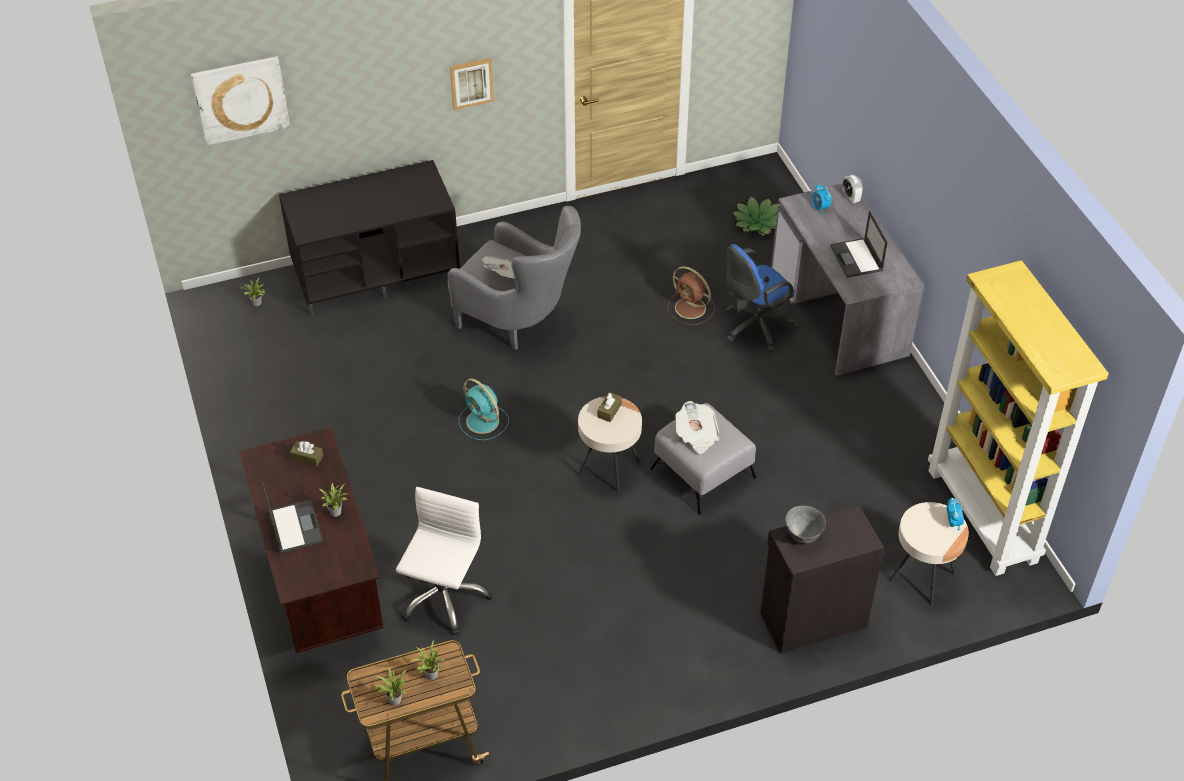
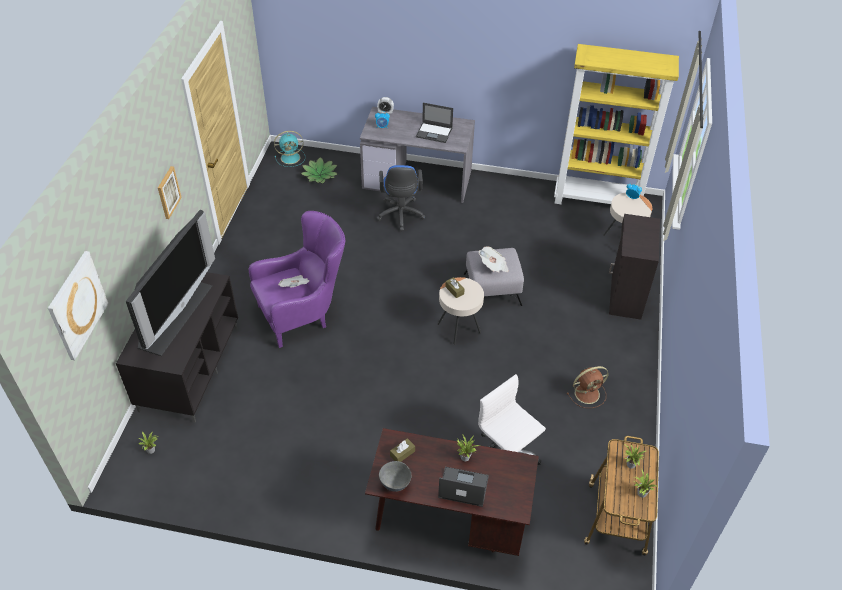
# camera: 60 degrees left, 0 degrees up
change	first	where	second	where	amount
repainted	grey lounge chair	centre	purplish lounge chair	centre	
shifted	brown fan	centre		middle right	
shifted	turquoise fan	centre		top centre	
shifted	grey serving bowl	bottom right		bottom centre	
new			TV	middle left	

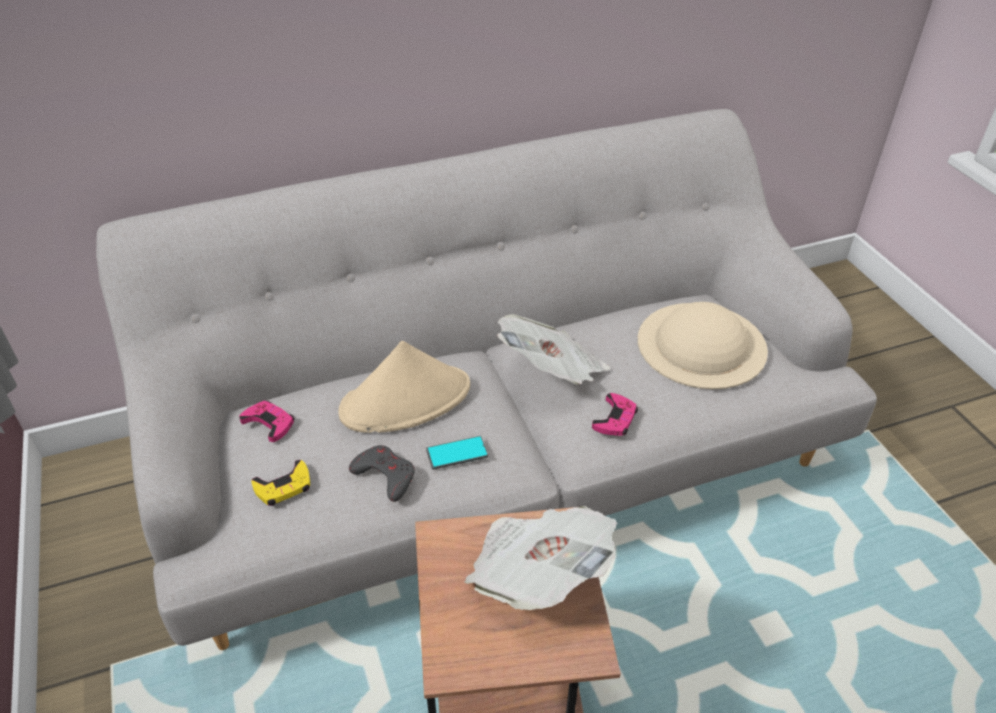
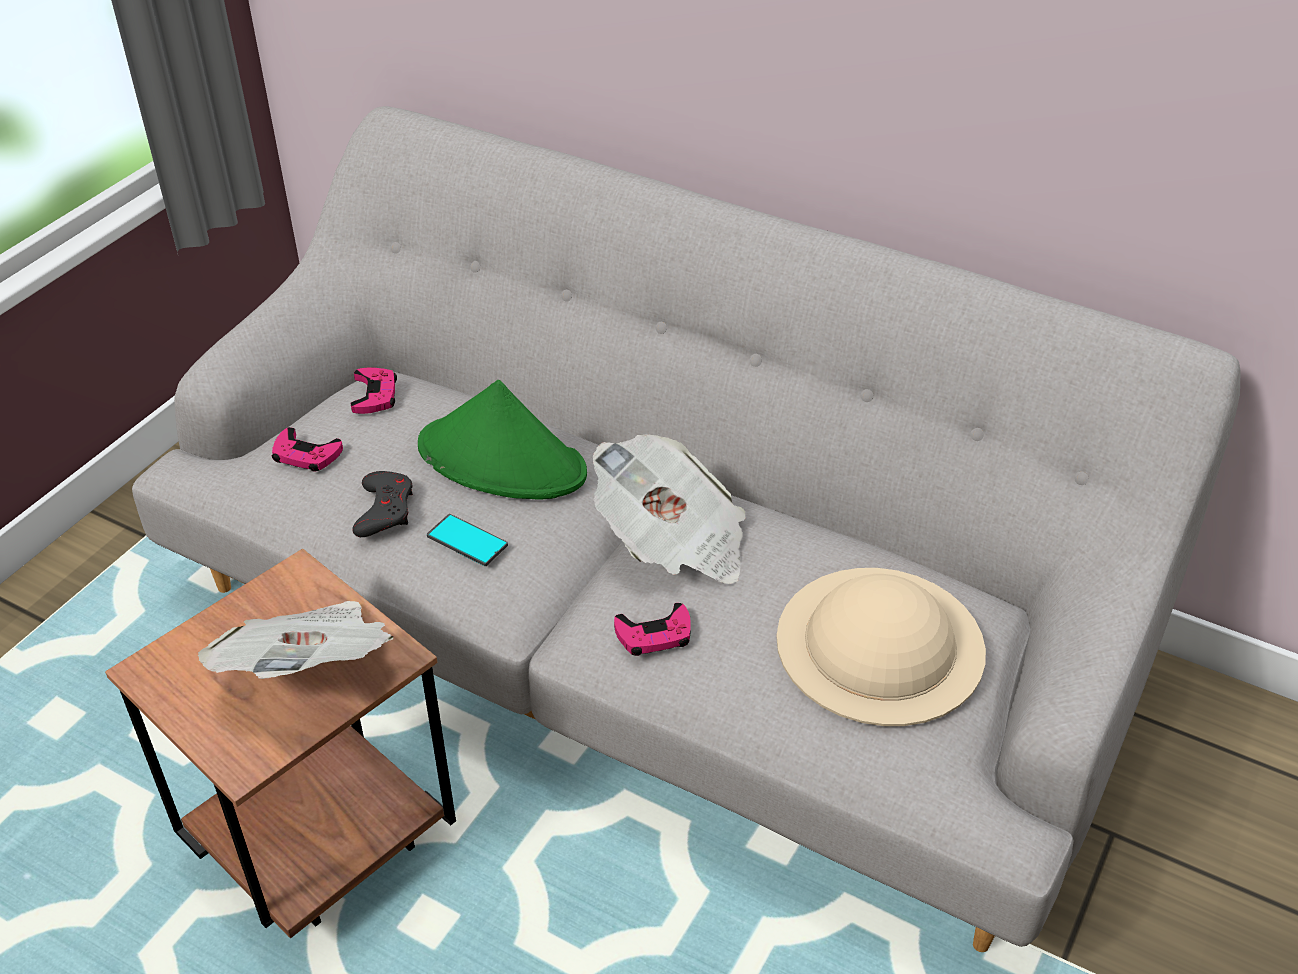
# camera: 50 degrees right, 0 degrees up
change	first	where	second	where	amount
repainted	beige-coloured clothing hat (no. 1 from left)	centre	green clothing hat	centre	
repainted	yellow-coloured gamepad	bottom left	pink-coloured gamepad (no. 1 from left)	middle left	

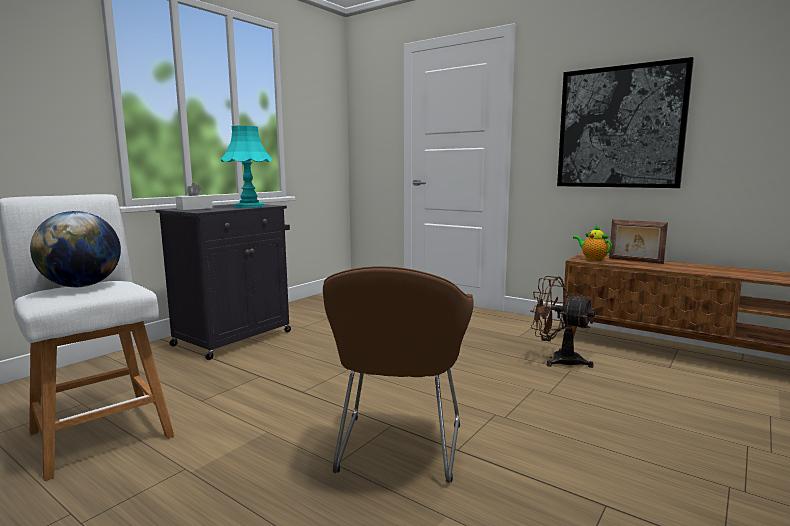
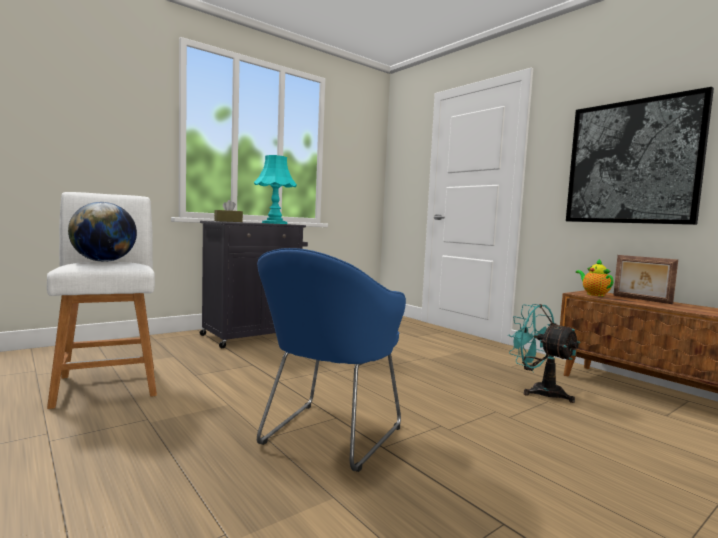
# camera: 15 degrees right, 5 degrees down
change	first	where	second	where	amount
repainted	whitish box of tissues	middle left	brown box of tissues	middle left	
repainted	brown lounge chair	bottom centre	blue-coloured lounge chair	bottom centre	
repainted	brown fan	middle right	turquoise fan	middle right	

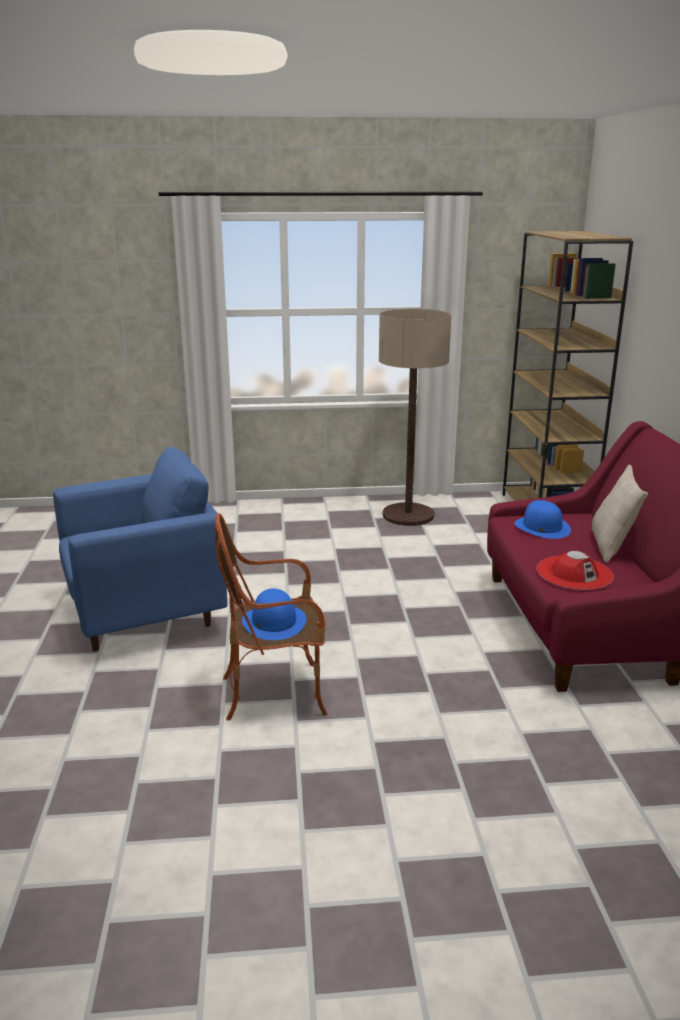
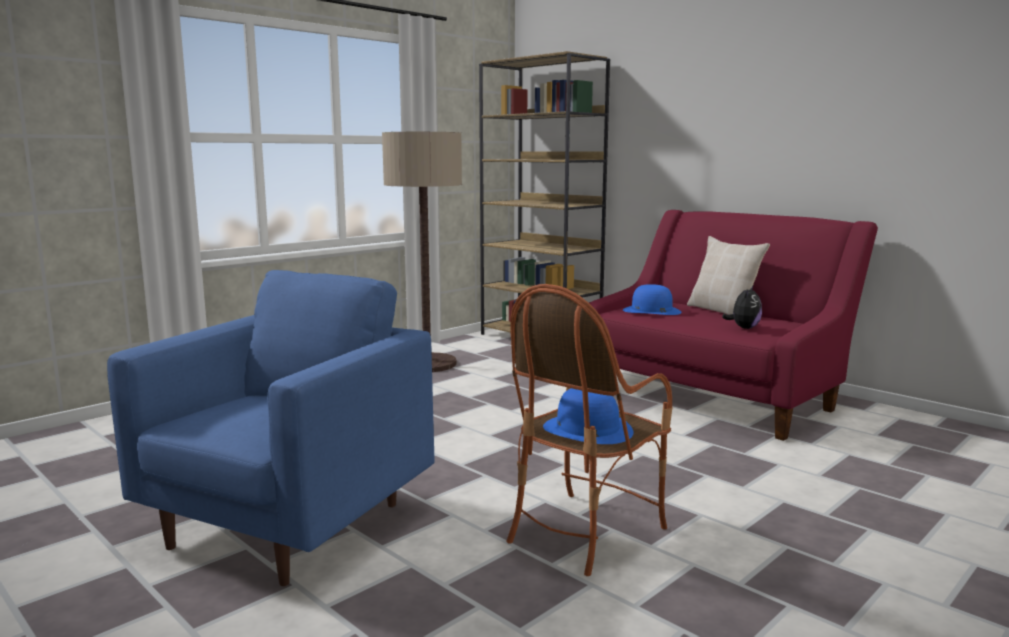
# camera: 40 degrees left, 10 degrees down
change	first	where	second	where	amount
swapped	reddish clothing hat	middle right	plush toy	middle right	

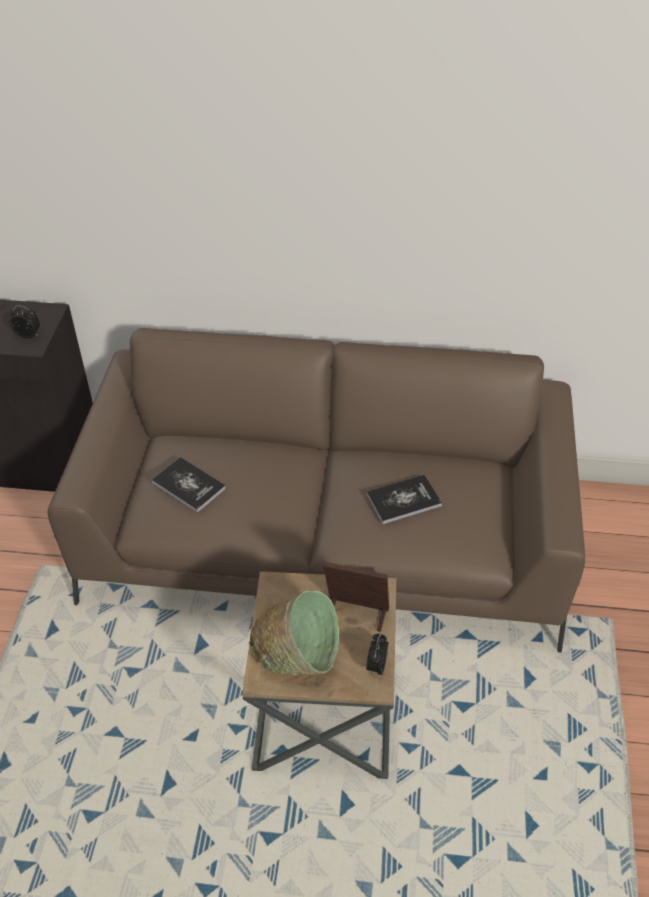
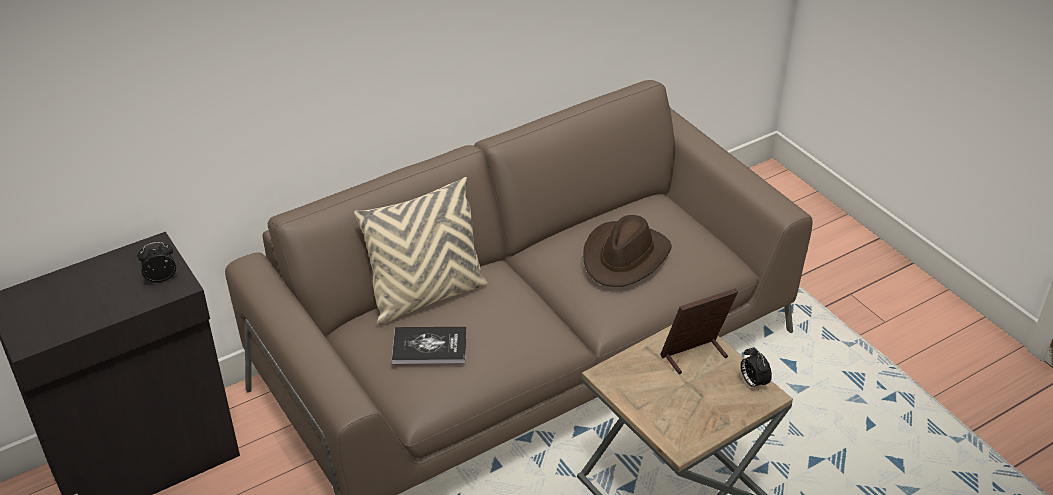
# camera: 40 degrees left, 5 degrees down
change	first	where	second	where	amount
swapped	bound book (no. 2 from left)	centre	brown clothing hat	centre	
gone	green serving bowl	bottom centre			
new			beige-coloured throw pillow	centre	

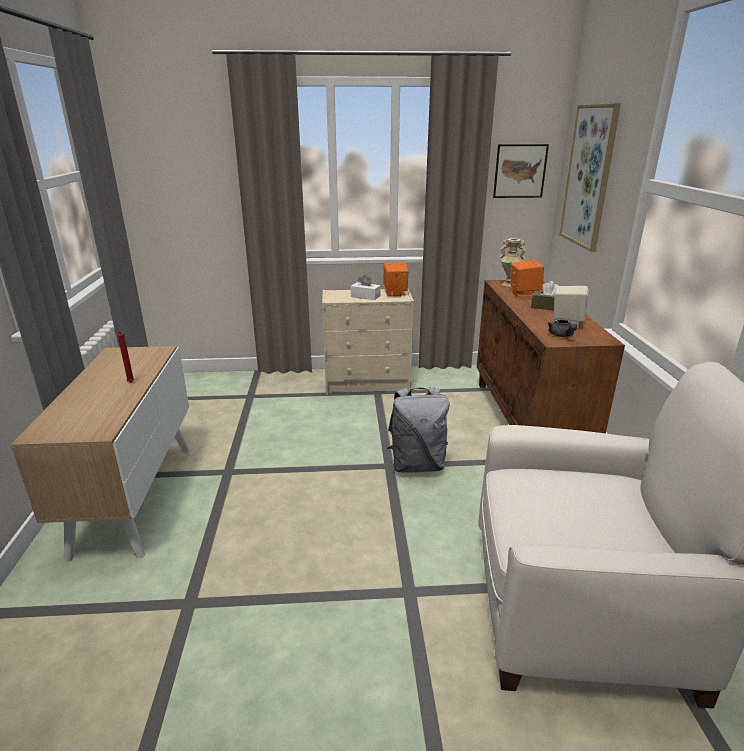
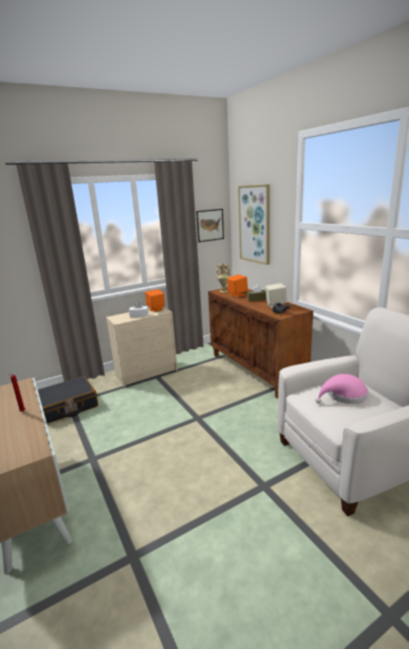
# camera: 25 degrees left, 5 degrees down
change	first	where	second	where	amount
gone	grey knapsack	centre			
new			pink-coloured clothing hat	middle right	
new			black piece of luggage	middle left	

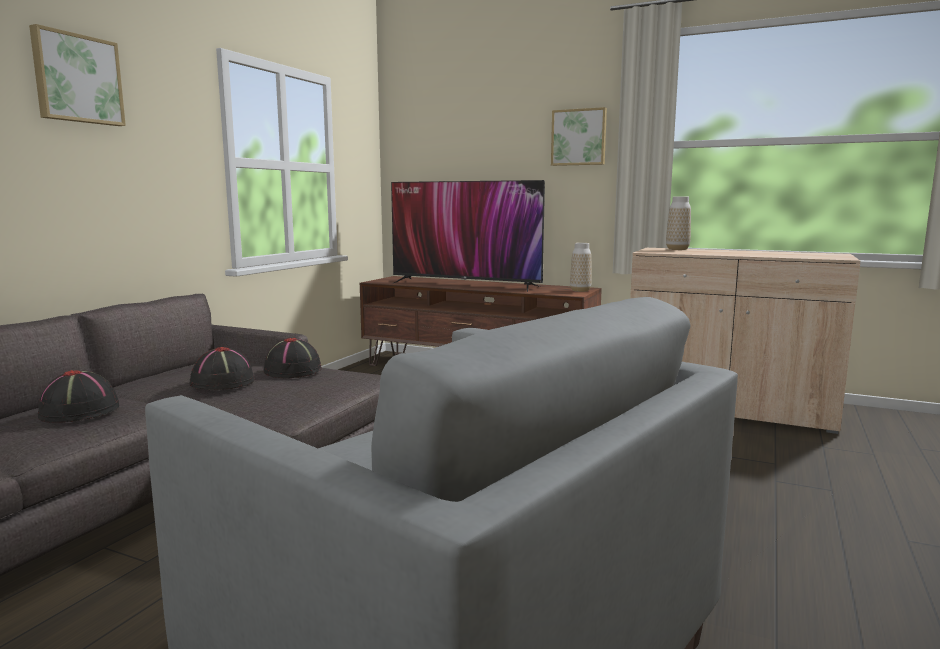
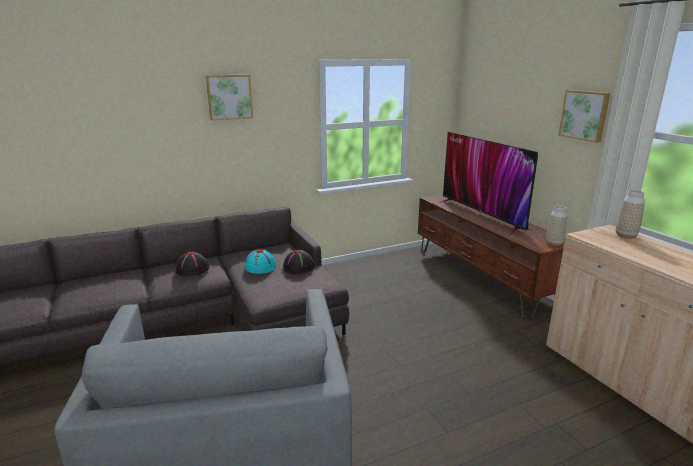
# camera: 40 degrees right, 10 degrees up
change	first	where	second	where	amount
repainted	black clothing hat (no. 2 from left)	middle left	turquoise clothing hat	centre	

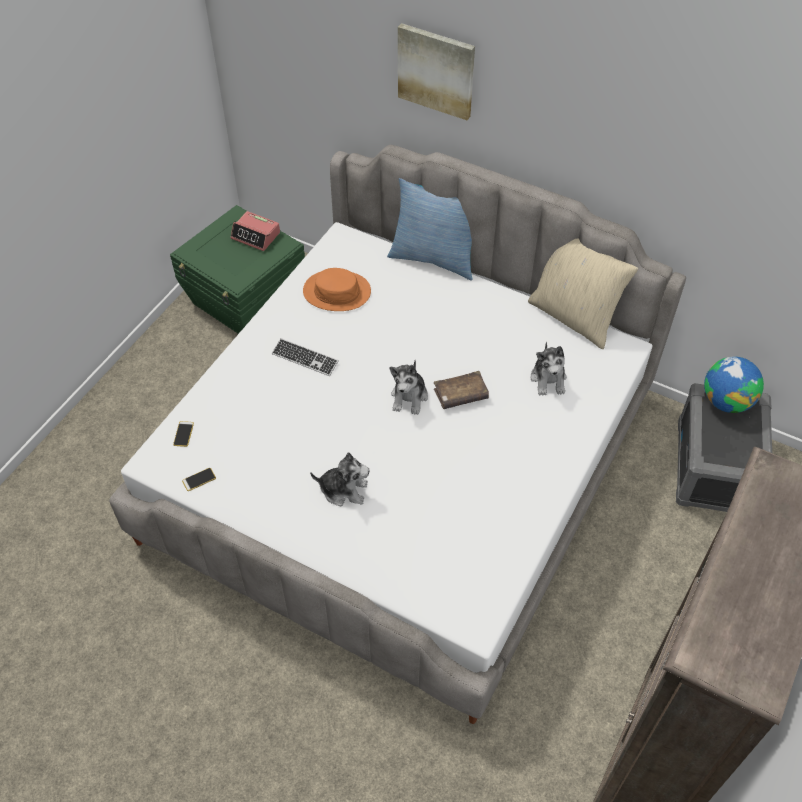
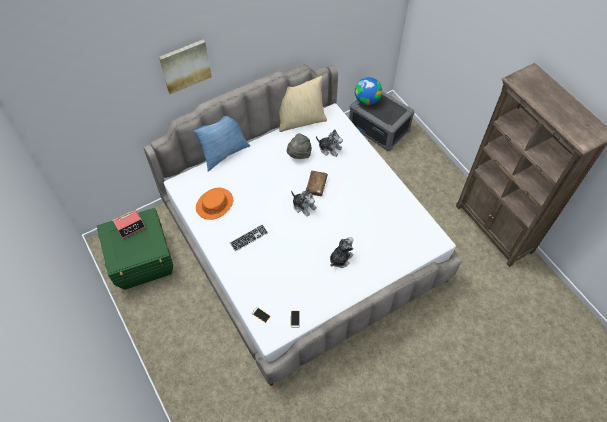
# camera: 60 degrees left, 5 degrees up
change	first	where	second	where	amount
new			grey clothing hat	centre	

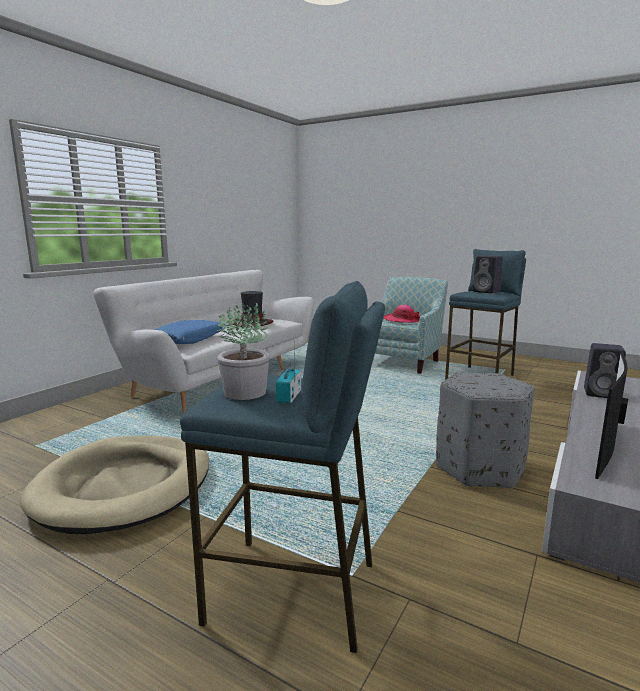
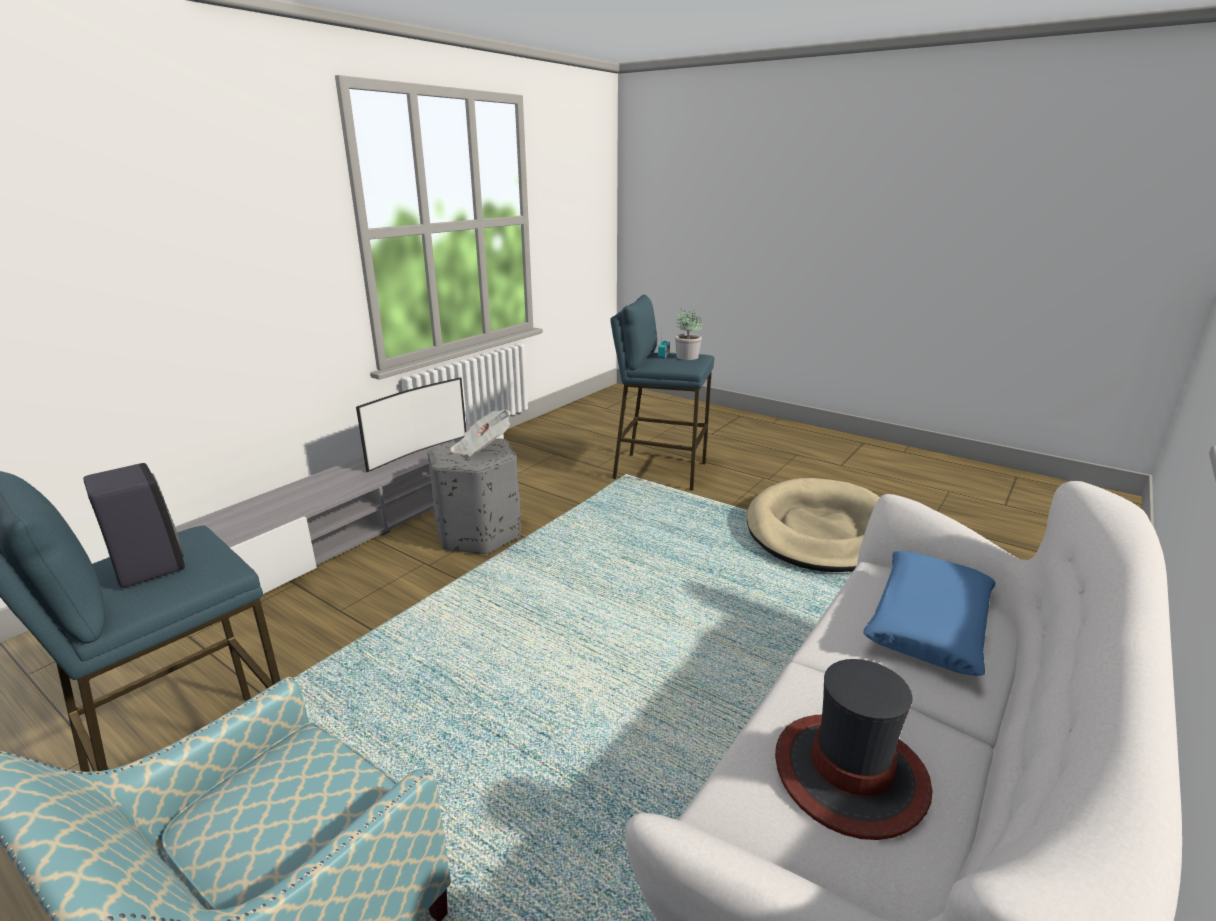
# camera: 175 degrees left, 10 degrees up
change	first	where	second	where	amount
gone	clothing hat (no. 2 from left)	centre			
gone	black loudspeaker (no. 2 from left)	middle right			
new			daily paper	centre	

